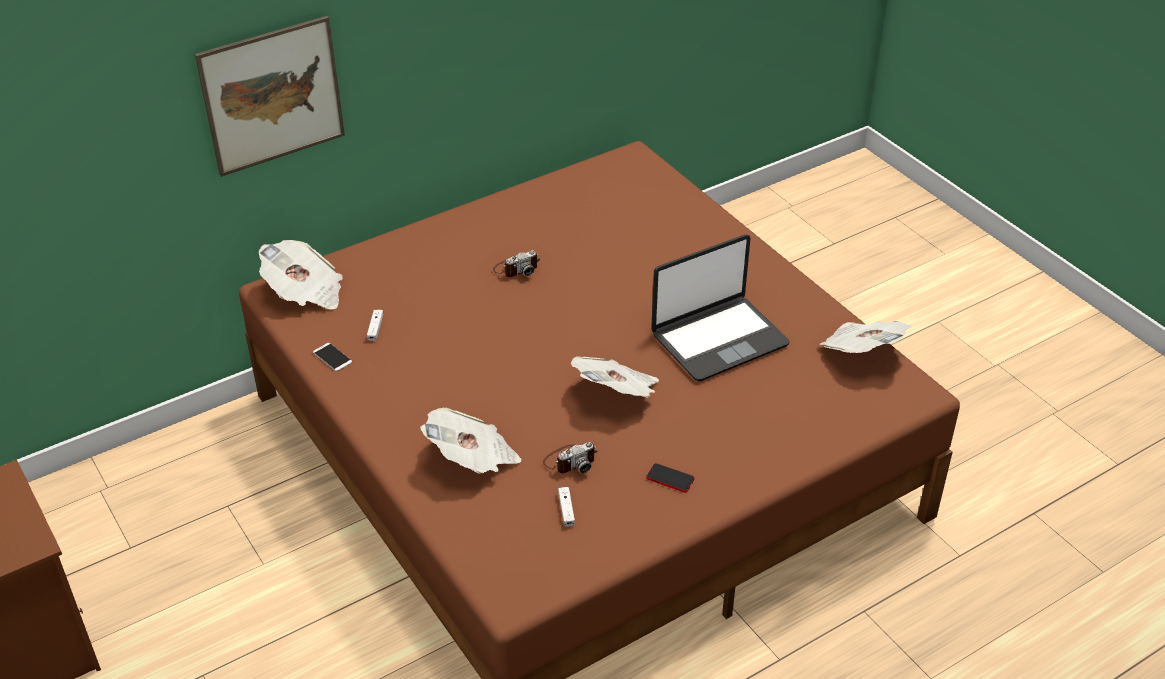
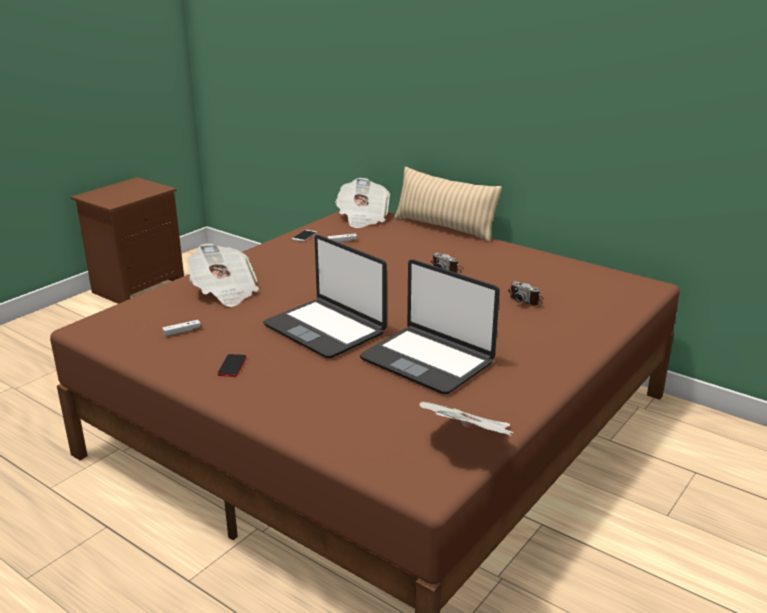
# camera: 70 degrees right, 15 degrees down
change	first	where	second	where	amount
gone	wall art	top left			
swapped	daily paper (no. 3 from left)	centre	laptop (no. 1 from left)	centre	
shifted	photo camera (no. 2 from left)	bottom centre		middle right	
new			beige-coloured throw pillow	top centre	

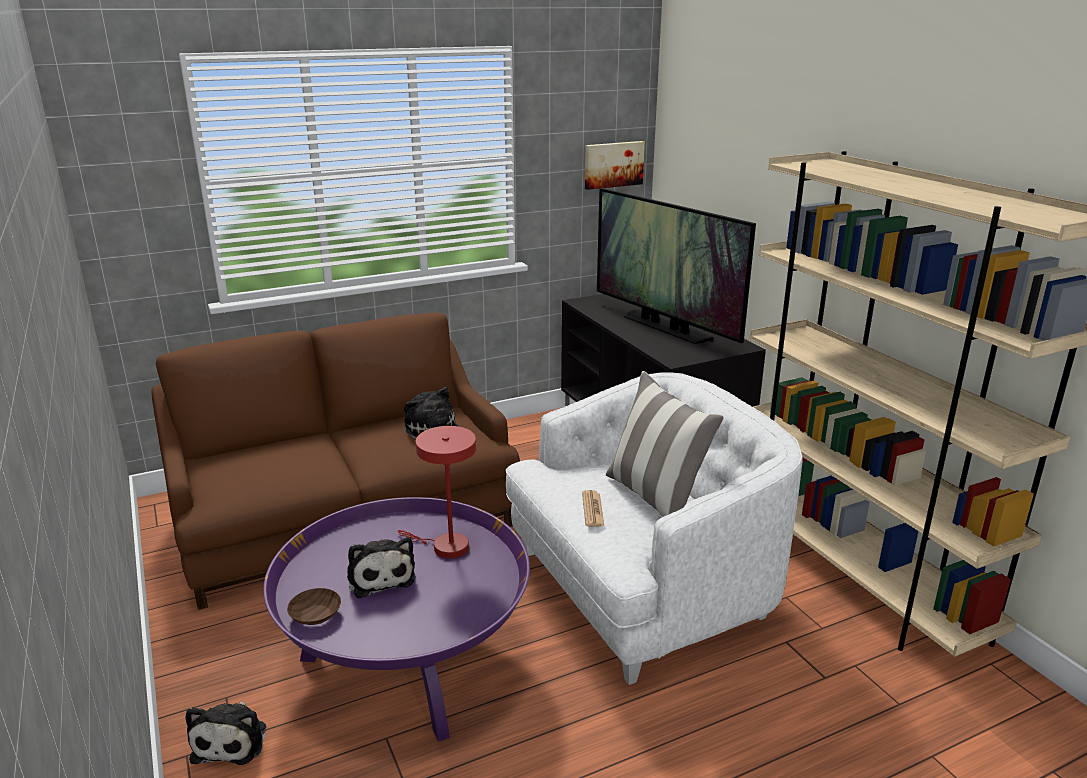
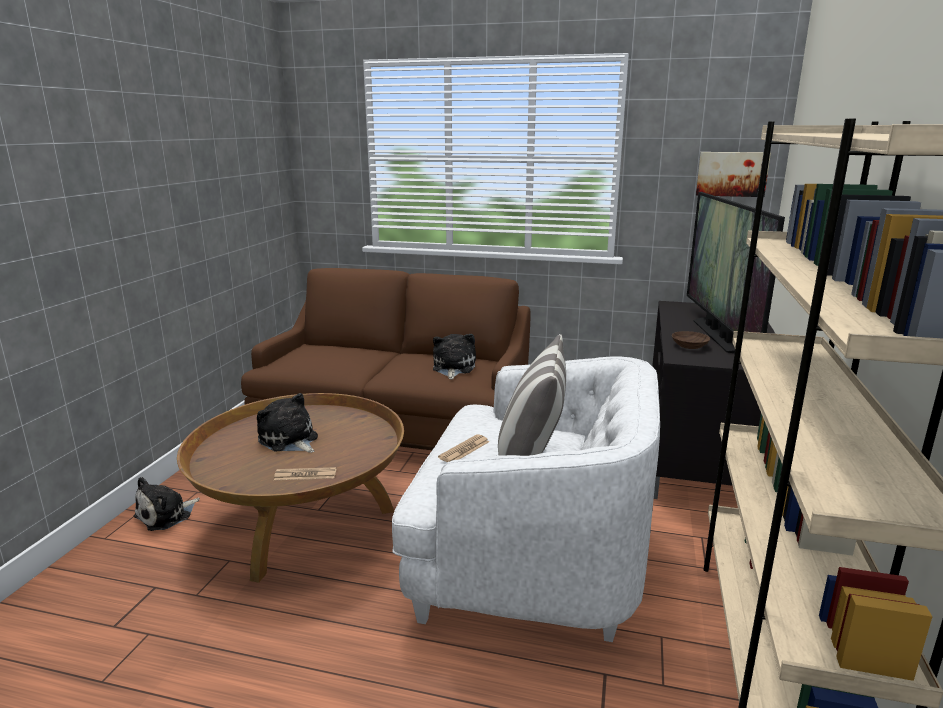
# camera: 40 degrees right, 5 degrees down
change	first	where	second	where	amount
gone	reddish table lamp	centre			
repainted	purplish coffee table	bottom centre	brown coffee table	bottom left	
rotated	plush toy (no. 2 from left)	bottom centre		middle left	120 degrees clockwise
shifted	brown serving bowl	bottom left		middle right	
new			daily paper (no. 1 from left)	bottom left	

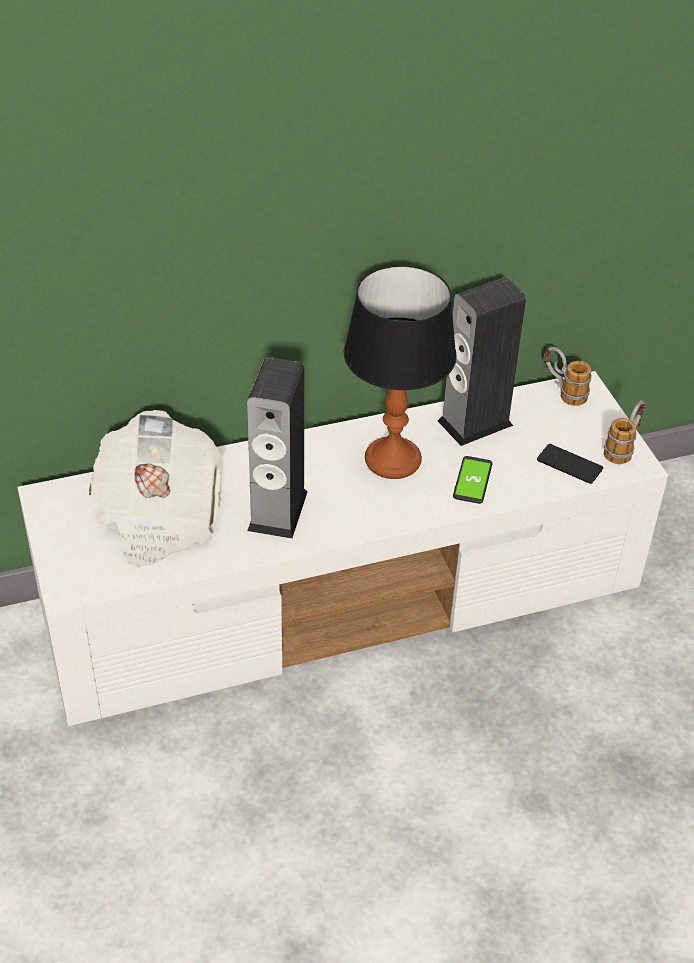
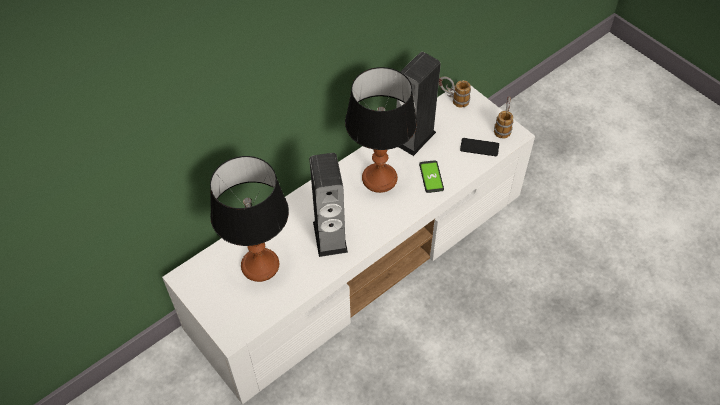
# camera: 20 degrees left, 10 degrees up
change	first	where	second	where	amount
swapped	daily paper	middle left	table lamp (no. 1 from left)	centre	

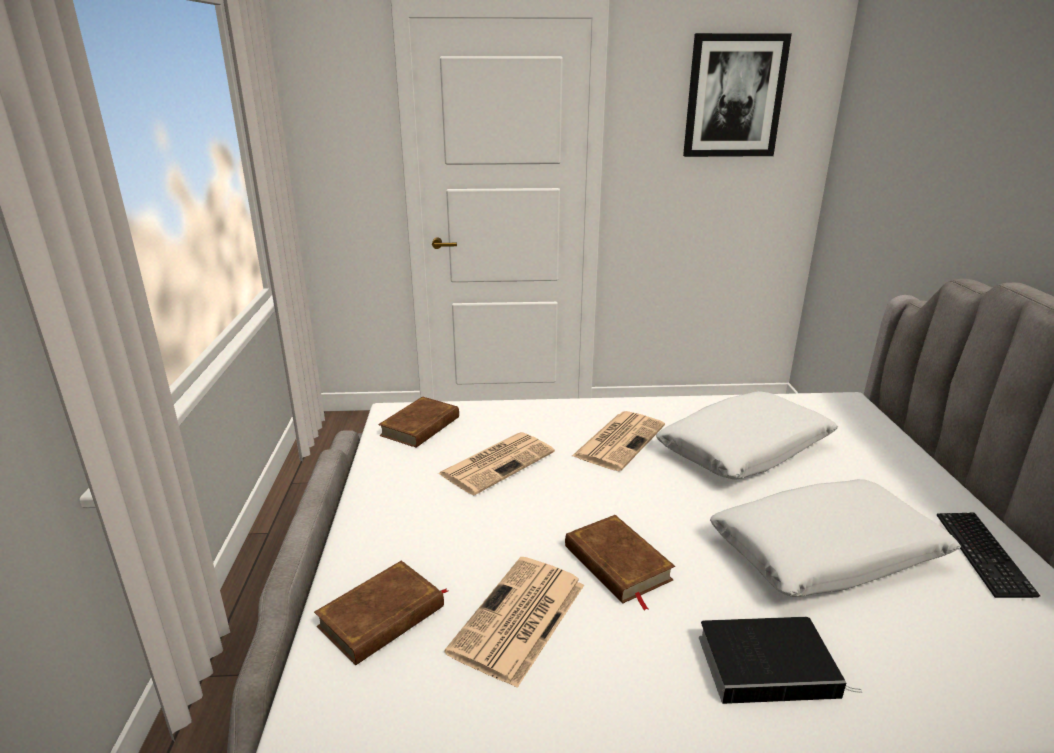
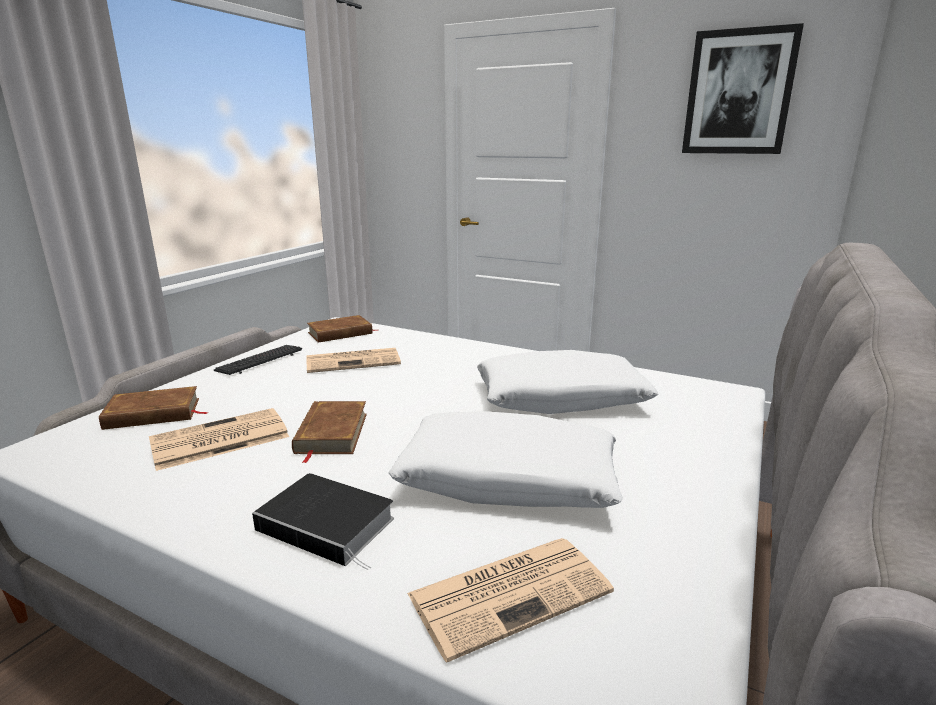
# camera: 30 degrees right, 5 degrees down
change	first	where	second	where	amount
shifted	daily paper (no. 3 from left)	centre		bottom centre	
shifted	computer keyboard	bottom right		middle left	

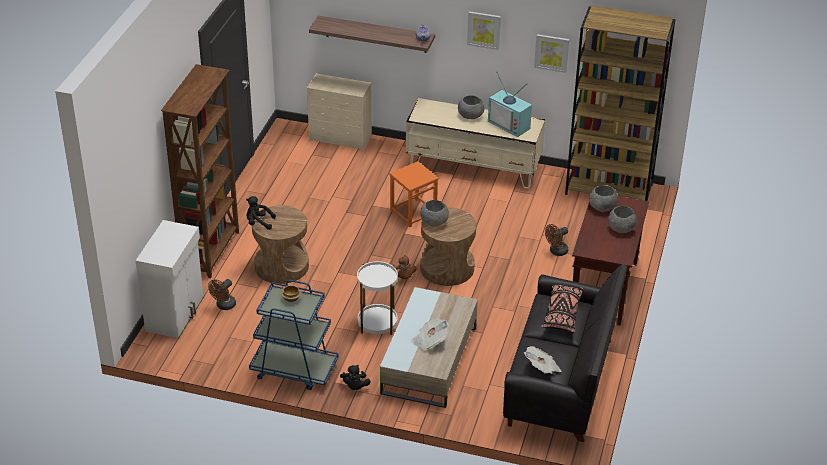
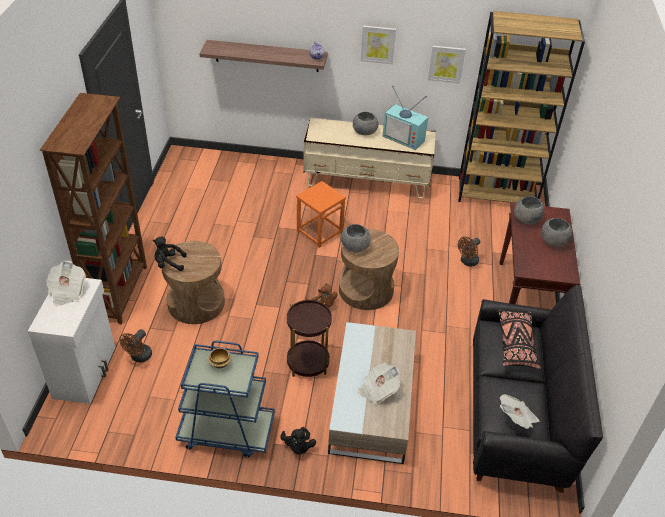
# camera: 10 degrees left, 5 degrees up
change	first	where	second	where	amount
gone	beige-coloured dresser	top centre			
repainted	whitish end table	centre	brown end table (no. 2 from left)	centre	
new			daily paper (no. 1 from left)	middle left	

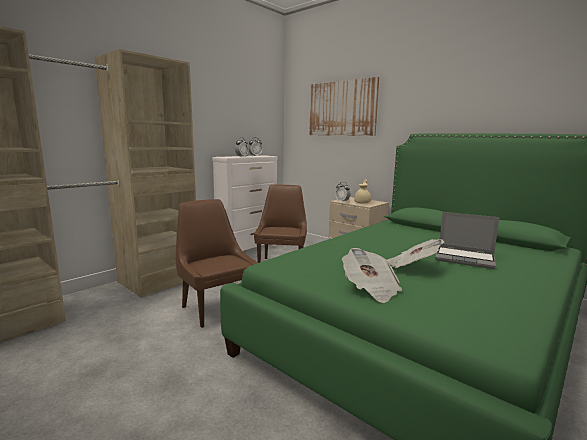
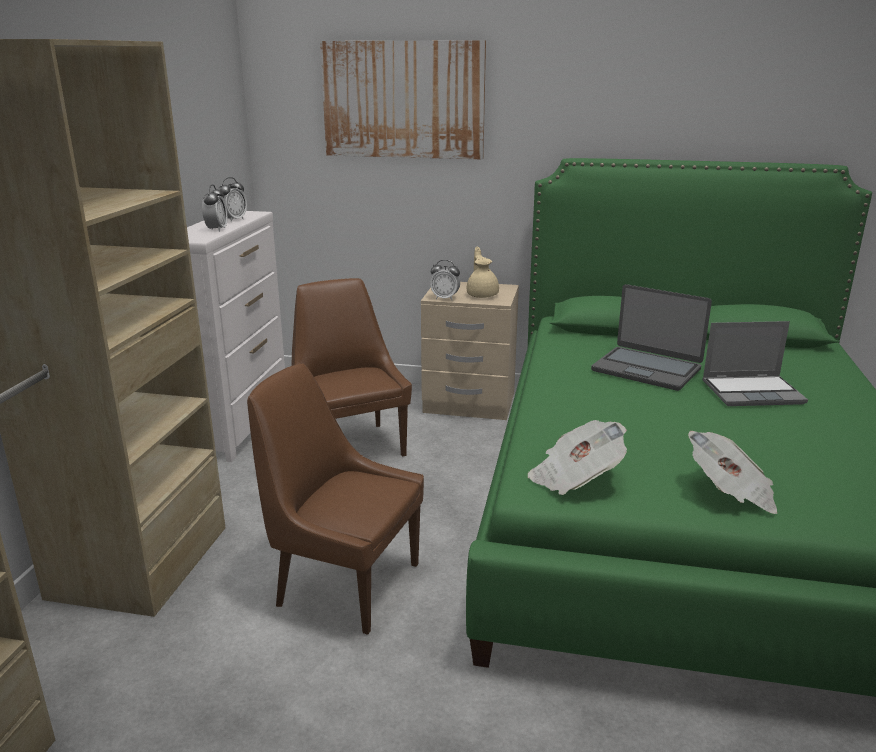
# camera: 30 degrees left, 10 degrees up
change	first	where	second	where	amount
shifted	daily paper (no. 2 from left in the first image)	middle right	daily paper (no. 1 from left)	centre	
new			laptop (no. 1 from left)	middle right	

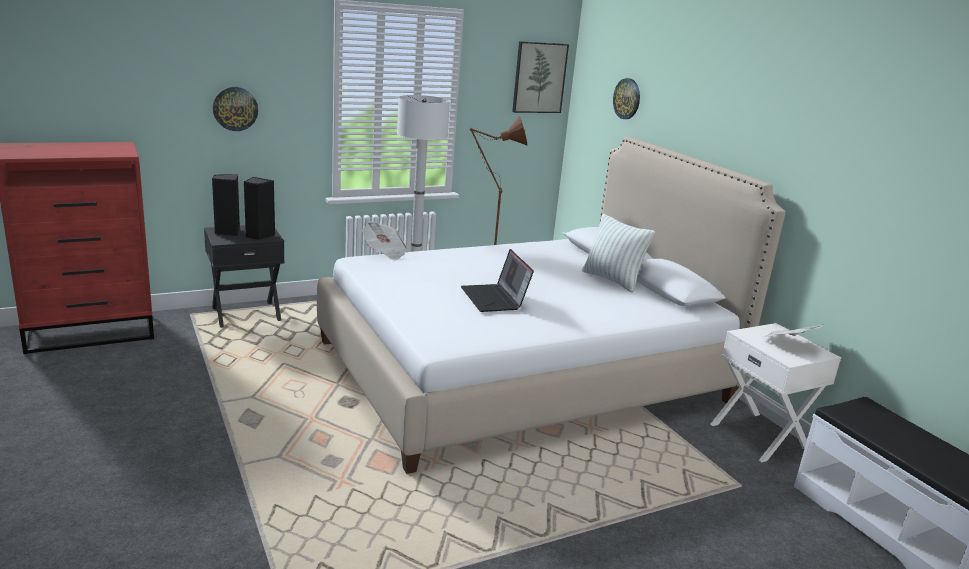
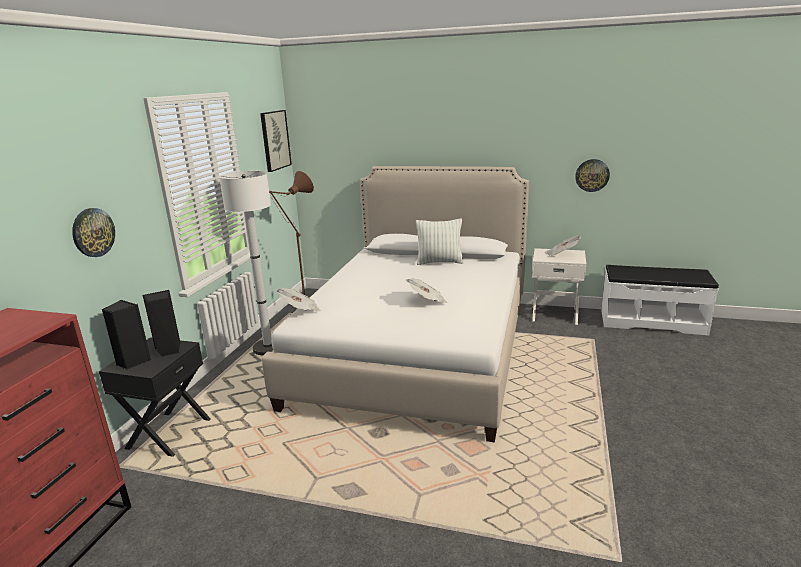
# camera: 45 degrees left, 0 degrees up
change	first	where	second	where	amount
shifted	hanging clock (no. 2 from left)	top centre		top right	
swapped	laptop	centre	daily paper (no. 2 from left)	centre	

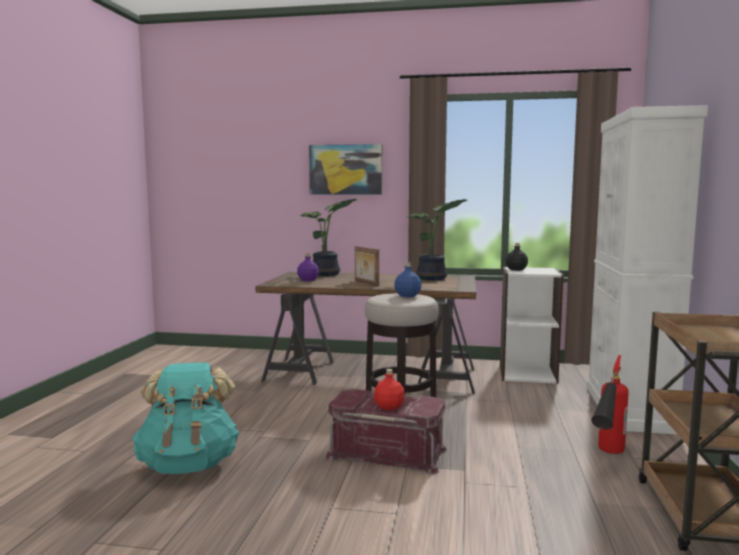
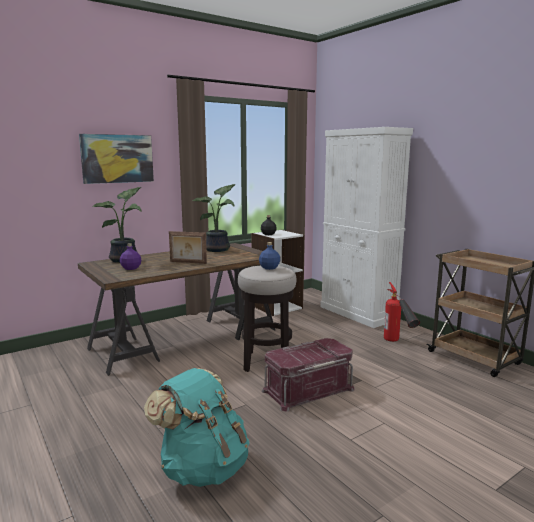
# camera: 45 degrees left, 5 degrees up
change	first	where	second	where	amount
gone	reddish drink bottle	bottom centre			

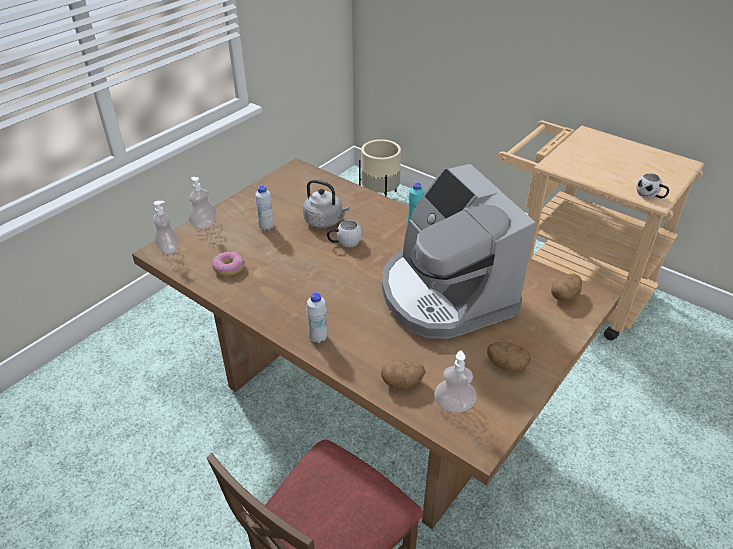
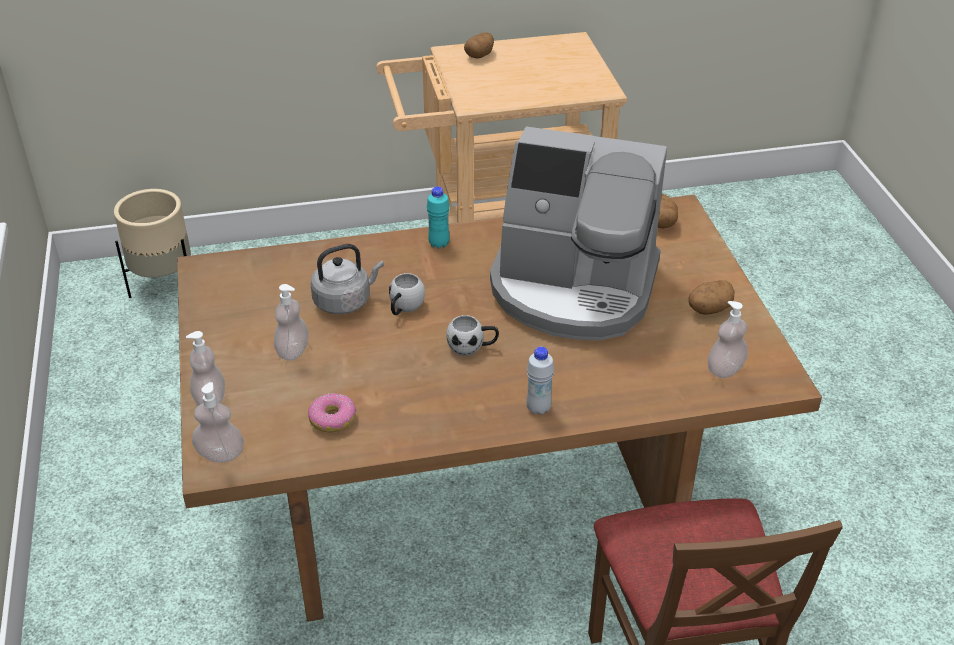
# camera: 50 degrees left, 0 degrees up
change	first	where	second	where	amount
shifted	whitish coffee mug (no. 2 from left)	middle right		centre	
swapped	whitish drink bottle (no. 1 from left)	centre	liquid soap bottle (no. 3 from left)	middle left	
shifted	potato (no. 1 from left)	bottom centre		top centre	

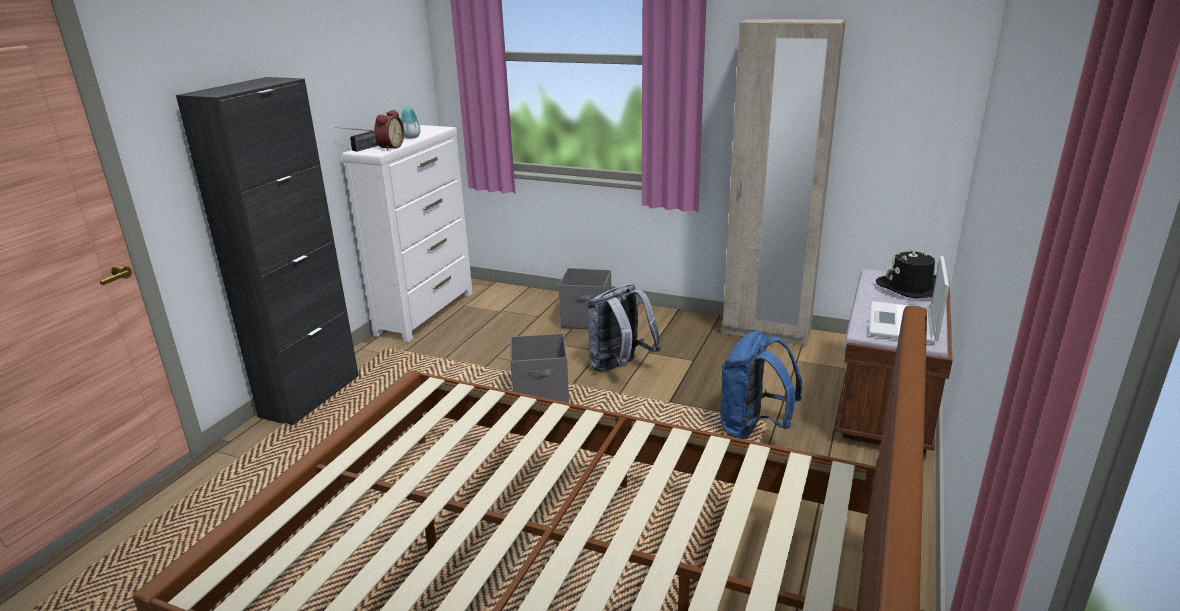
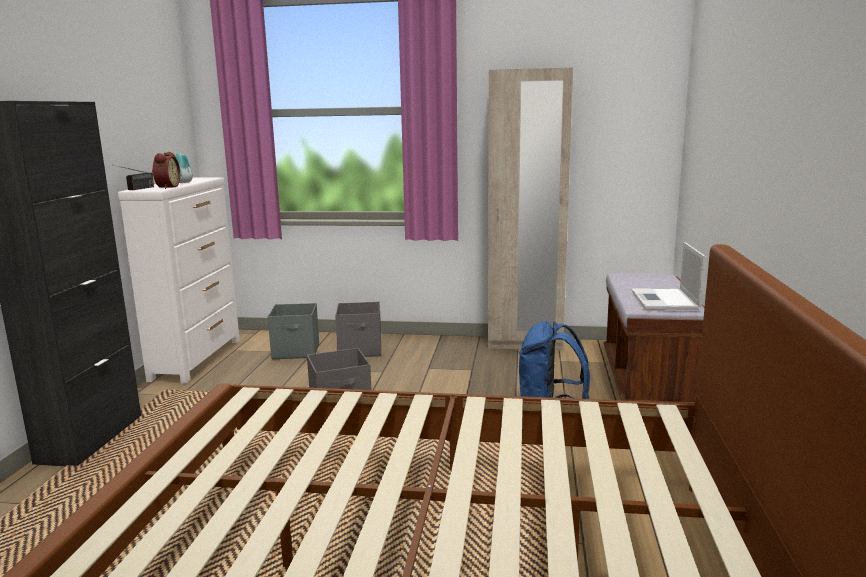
# camera: 15 degrees left, 10 degrees down
change	first	where	second	where	amount
gone	black clothing hat	middle right			
gone	grey knapsack	centre			
new			grey storage bin (no. 1 from left)	centre	

